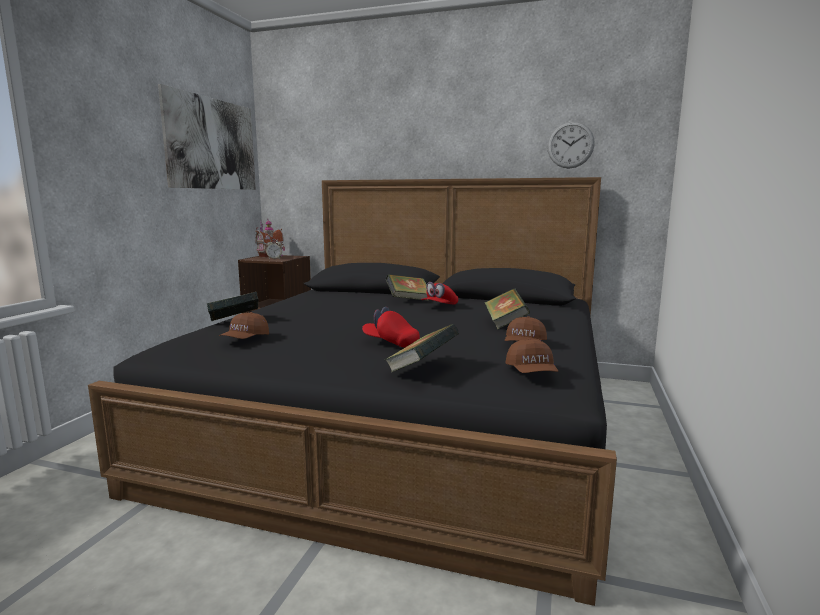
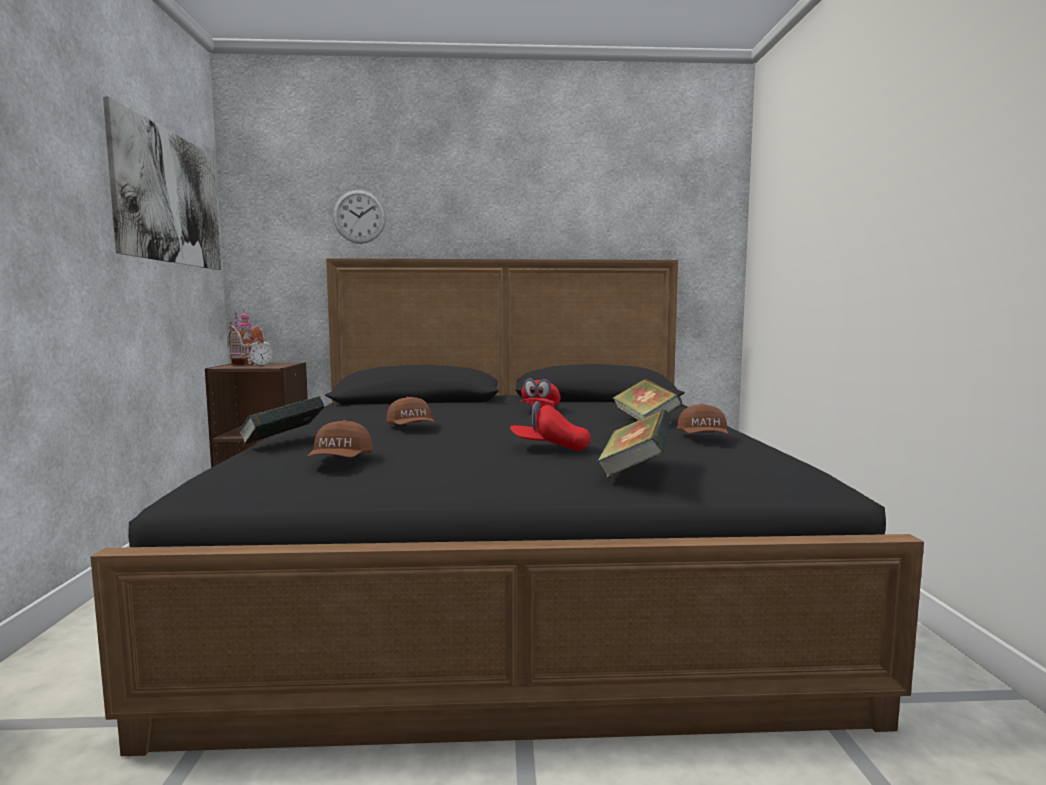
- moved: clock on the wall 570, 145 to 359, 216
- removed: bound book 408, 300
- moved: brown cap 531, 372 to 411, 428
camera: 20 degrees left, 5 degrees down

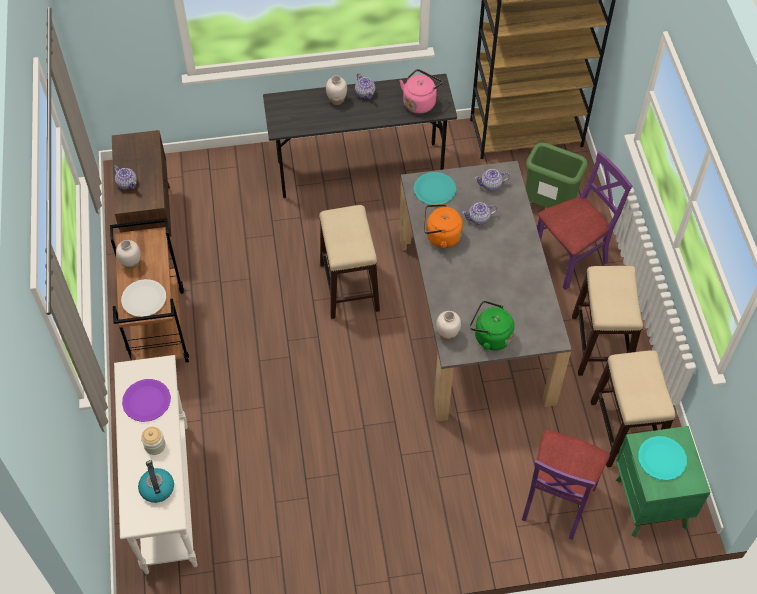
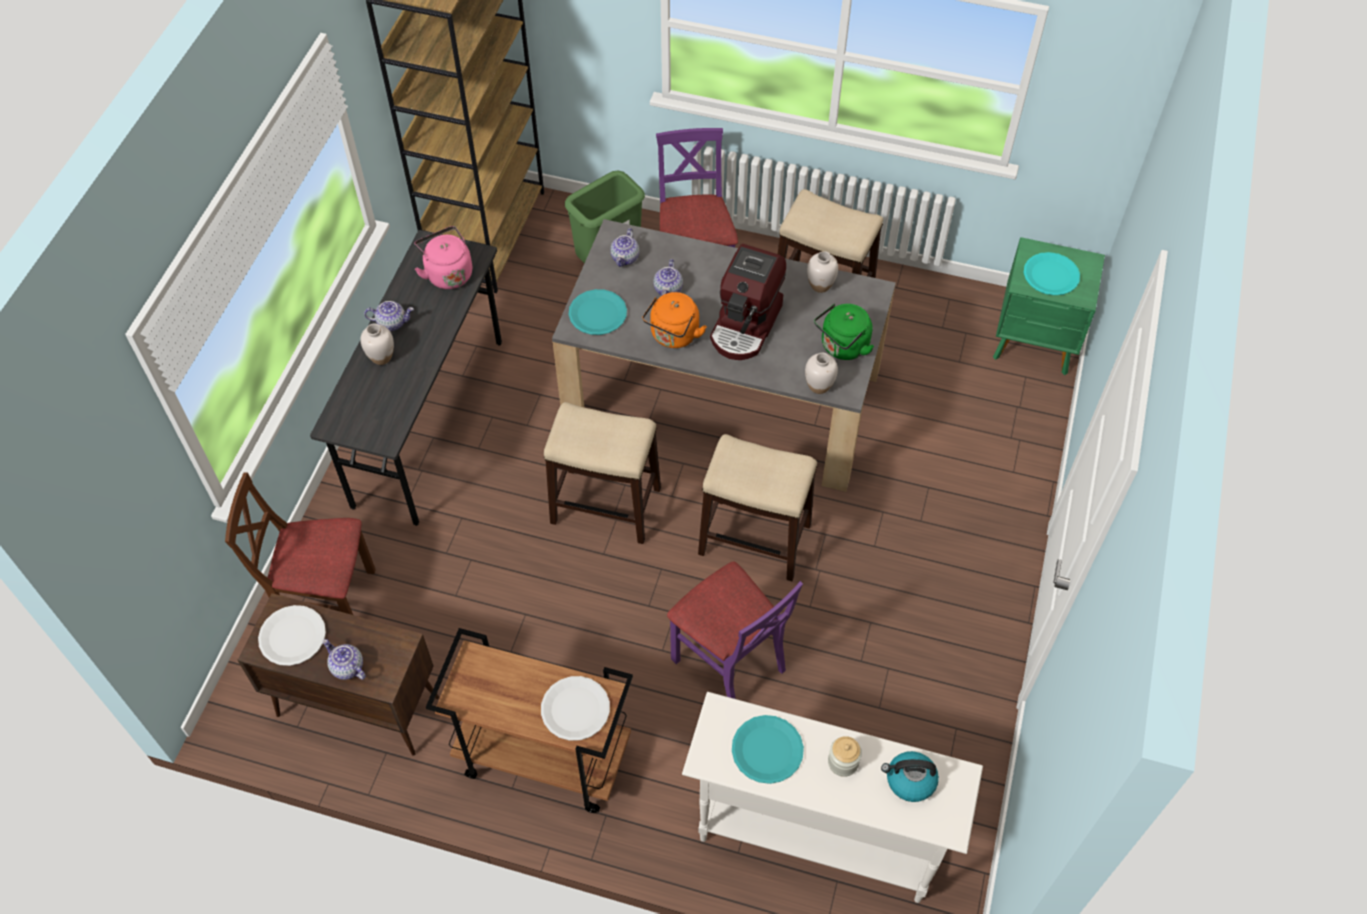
- turned: teapot 127, 184 = 347, 667 120 degrees counterclockwise
- moved: white-coloured flower vase 131, 263 to 820, 285
- moved: stool seat 623, 430 to 753, 539
- recoloured: purple flat dish 146, 401 to blue-green flat dish 767, 750
- moved: purple chair 557, 501 to 729, 662
- added: coffee maker 746, 325
- added: brown chair 327, 602
- added: white-coloured flat dish 292, 636
camera: 65 degrees left, 0 degrees up

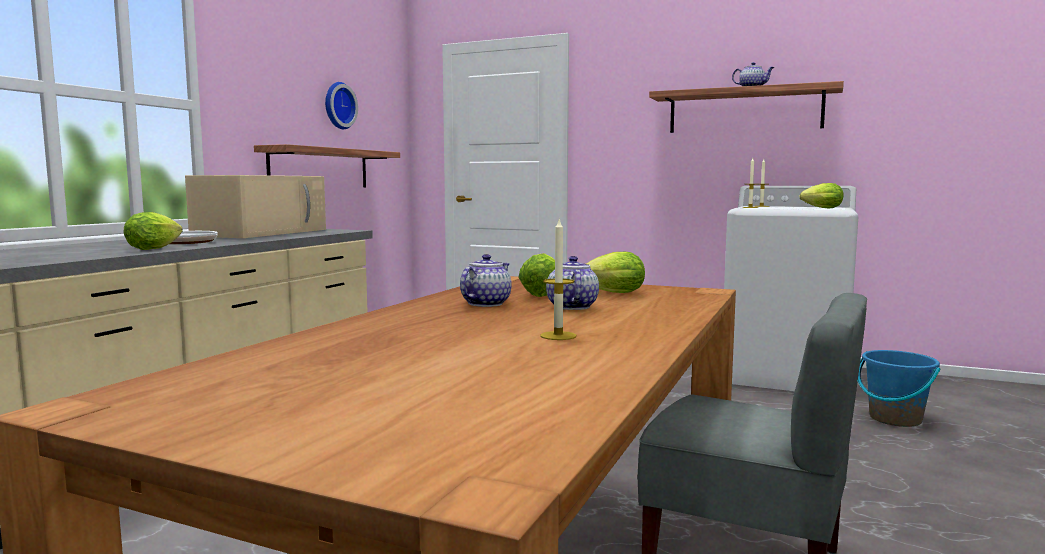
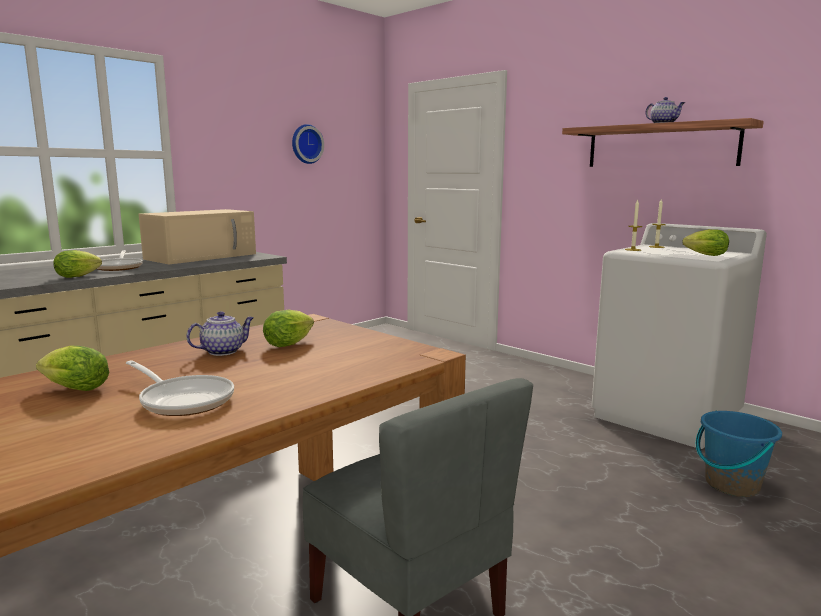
- removed: wall shelf 320, 168
- replaced: candle 558, 336 to skillet 183, 400
- moved: lettuce 610, 293 to 72, 389
- removed: teapot 571, 306
camera: 20 degrees right, 5 degrees up

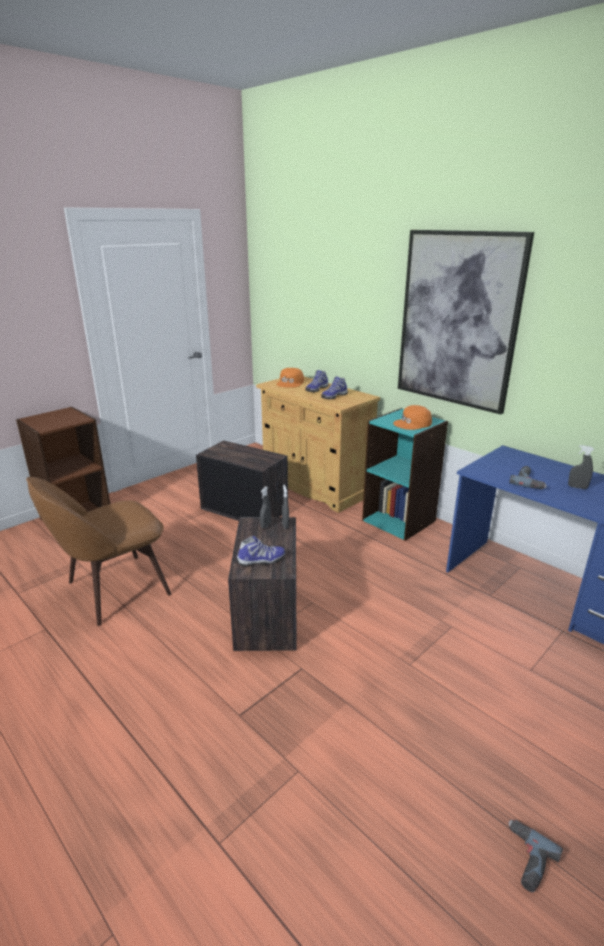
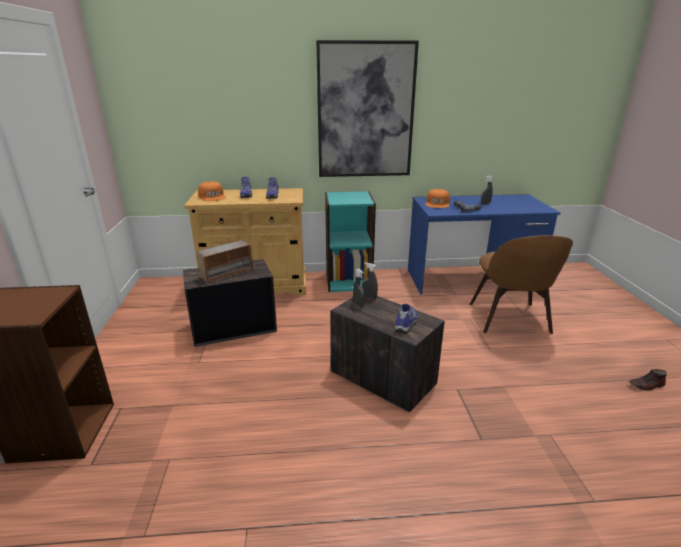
- moved: orange cap 413, 424 to 437, 203
- moved: brown chair 114, 590 to 510, 320
- replaced: drill 525, 859 to brown shoe 646, 385
- added: radio receiver 227, 273
camera: 50 degrees left, 0 degrees up

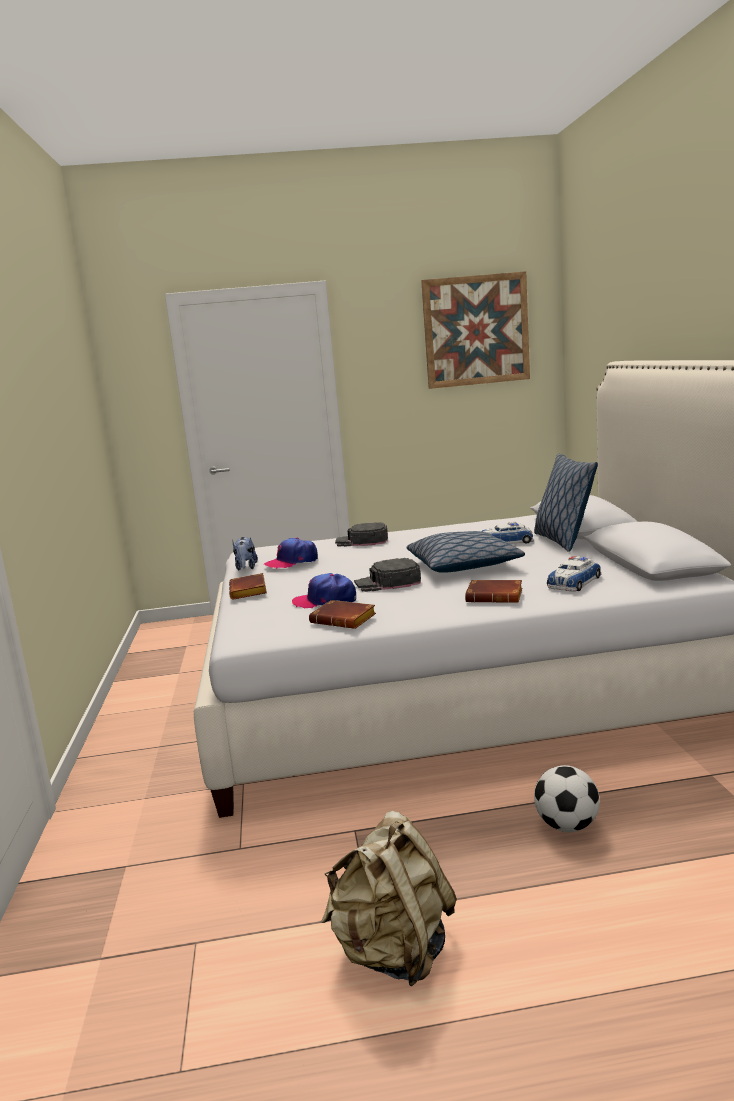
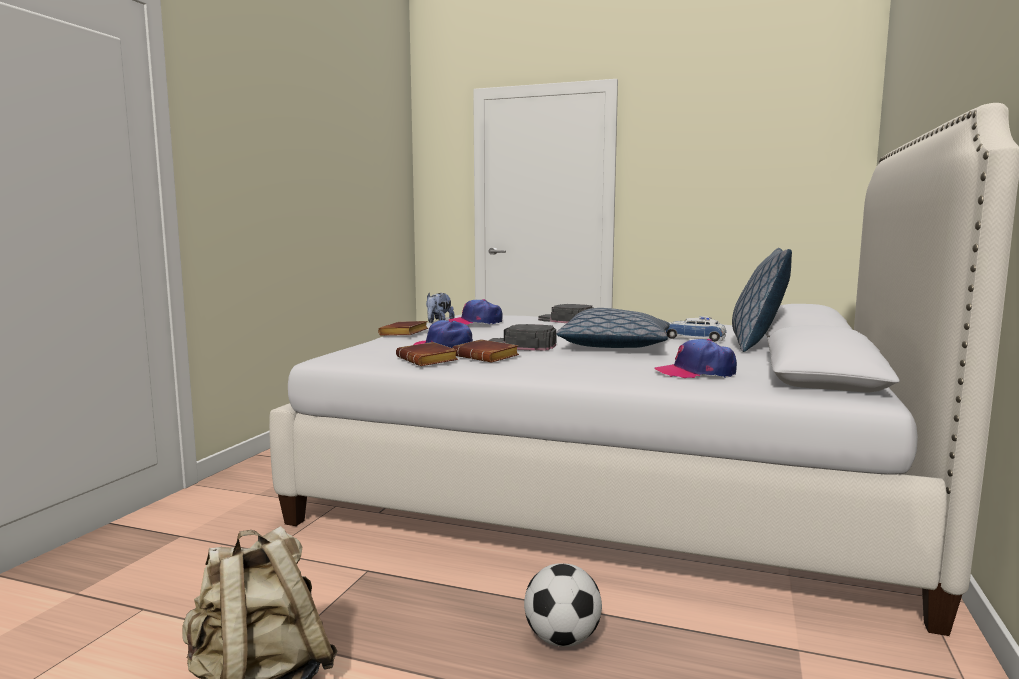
- removed: wall art 476, 330
- replaced: miniature car 574, 582 to cap 696, 372
- moved: brown bound book 496, 597 to 487, 357
camera: 25 degrees right, 5 degrees down

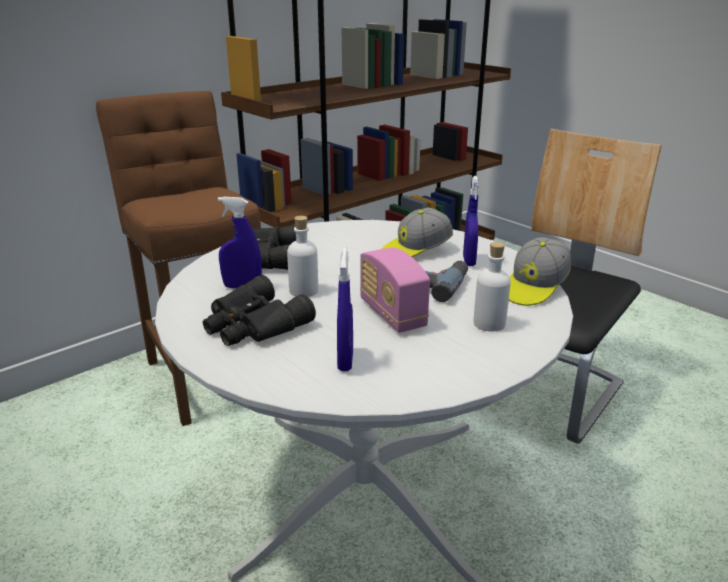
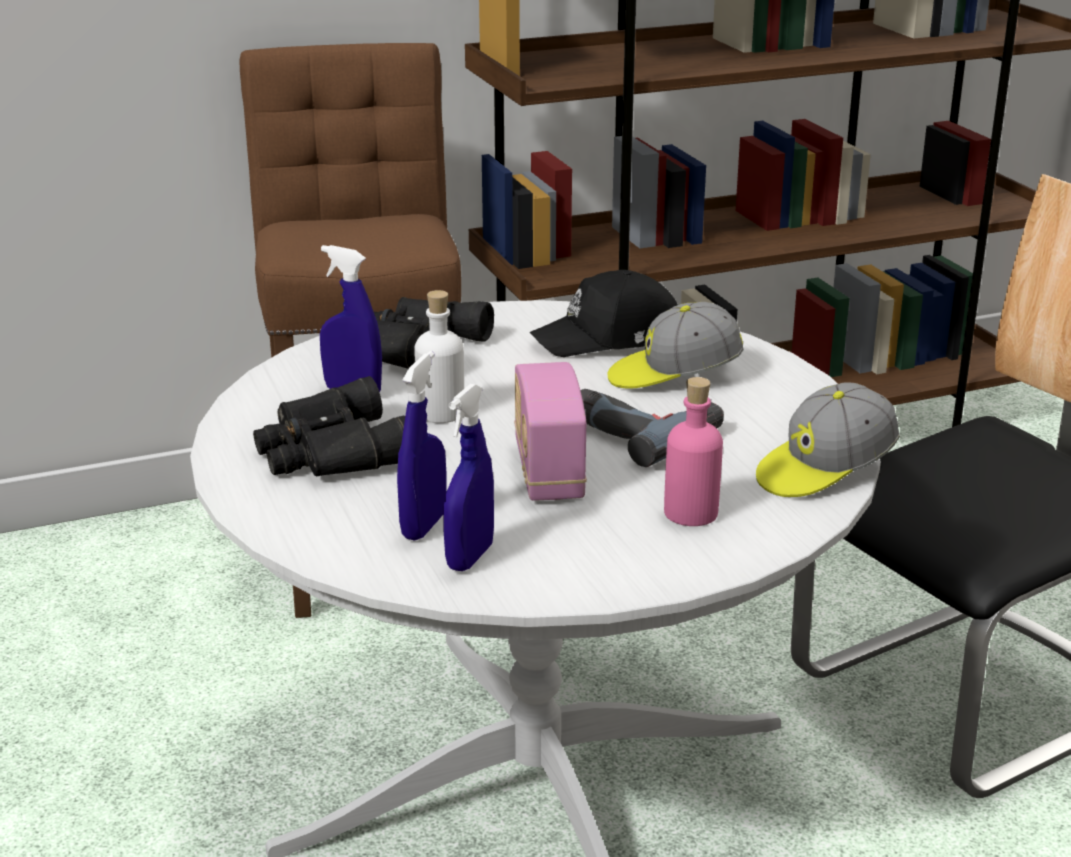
- moved: bluish sprayer 469, 261 to 470, 557
- recoloured: white-coloured drink bottle 489, 323 to pink-coloured drink bottle 691, 513
- added: black cap 610, 338
camera: 20 degrees right, 0 degrees up

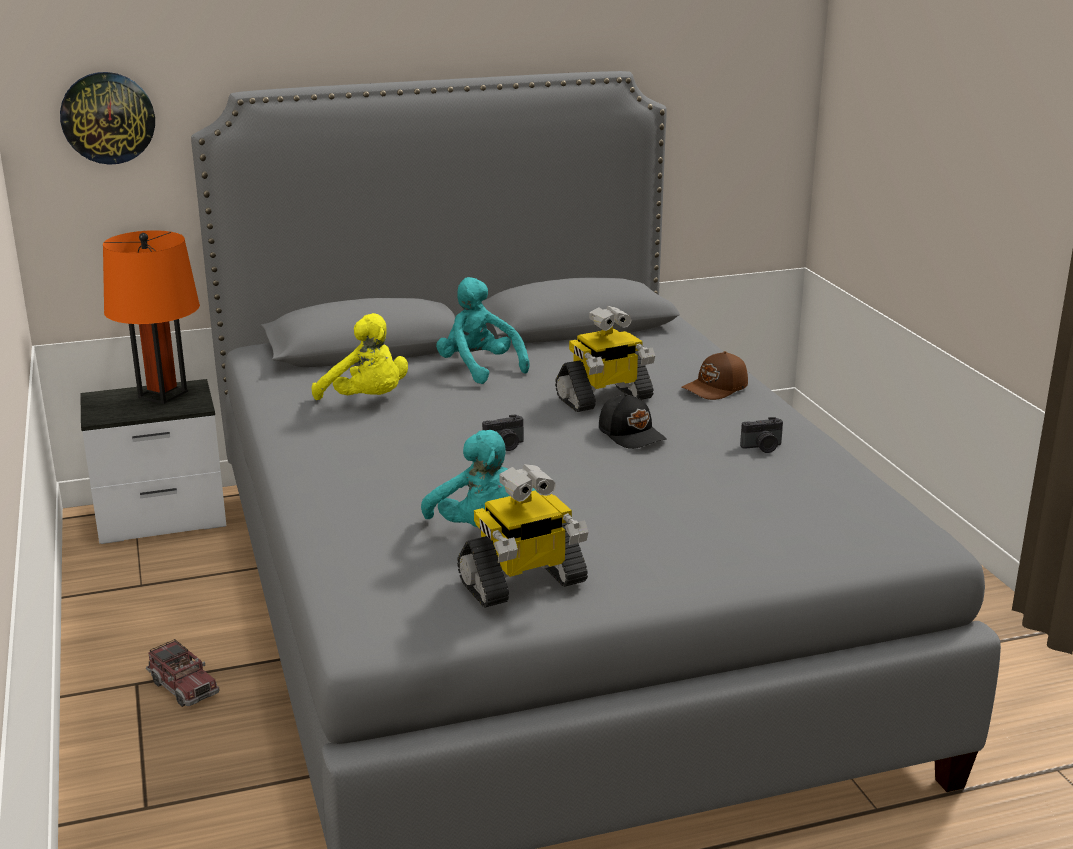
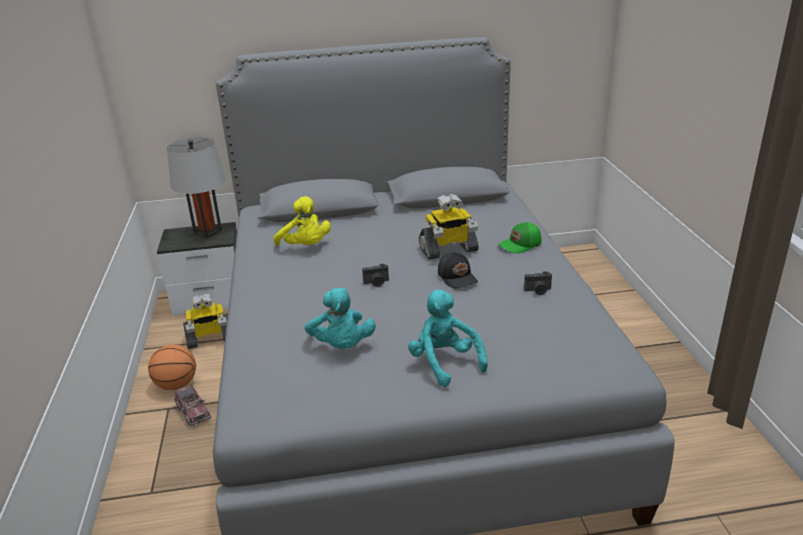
- removed: clock on the wall 108, 118
- recoloured: orange lamp for a table 162, 394 to gray lamp for a table 207, 232
- moved: blue-green soft toy 479, 368 to 444, 363
- recoloured: brown cap 716, 389 to greenish cap 520, 245
- moved: model robot 522, 583 to 209, 339
- added: basketball 176, 385
camera: 10 degrees right, 5 degrees up

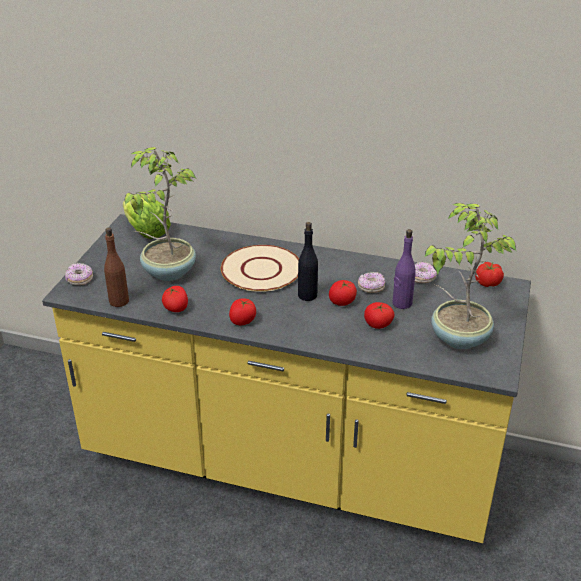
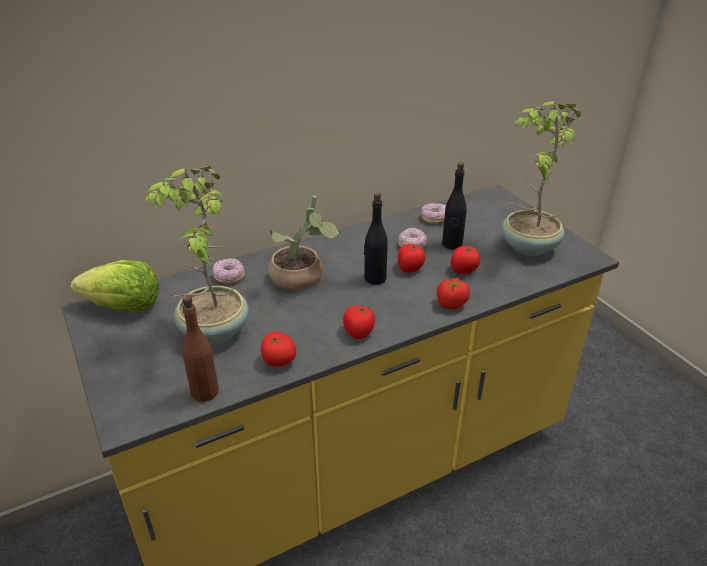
- recoloured: purple drink bottle 402, 303 to black drink bottle 452, 244
- replaced: beige-coloured flat dish 262, 270 to potted plant 302, 279
- moved: tomato 487, 283 to 451, 304
- moved: donut 79, 279 to 229, 277
camera: 45 degrees left, 0 degrees up

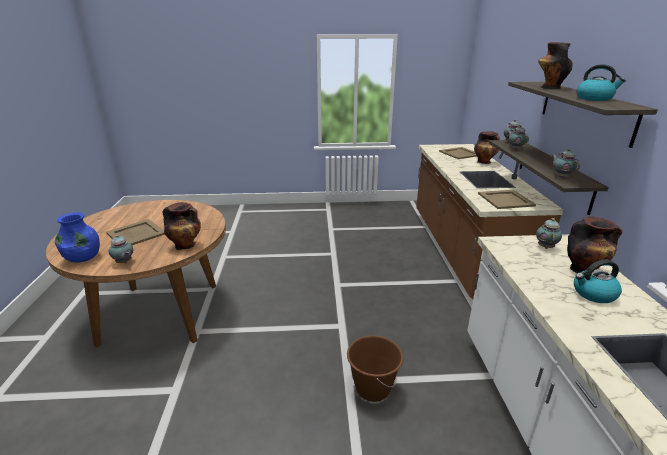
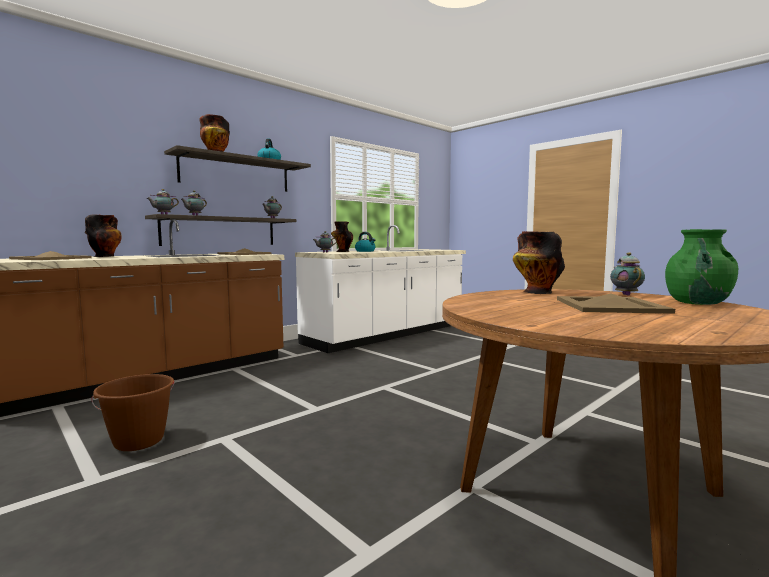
- recoloured: bluish flower vase 83, 258 to greenish flower vase 697, 303
- moved: brown water bucket 372, 388 to 139, 441
camera: 130 degrees left, 20 degrees down

